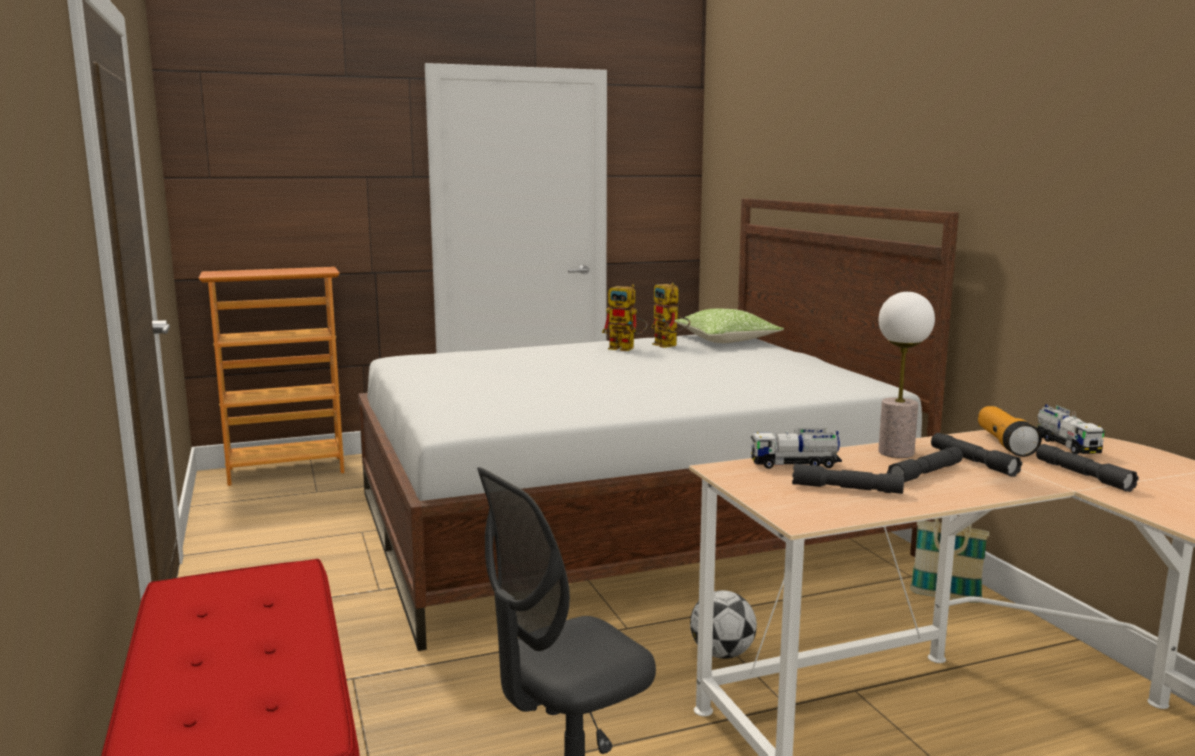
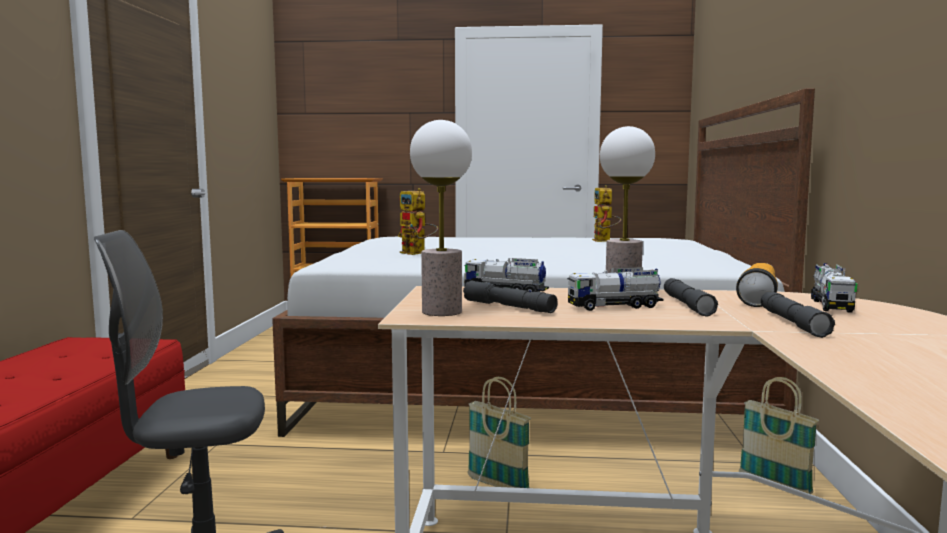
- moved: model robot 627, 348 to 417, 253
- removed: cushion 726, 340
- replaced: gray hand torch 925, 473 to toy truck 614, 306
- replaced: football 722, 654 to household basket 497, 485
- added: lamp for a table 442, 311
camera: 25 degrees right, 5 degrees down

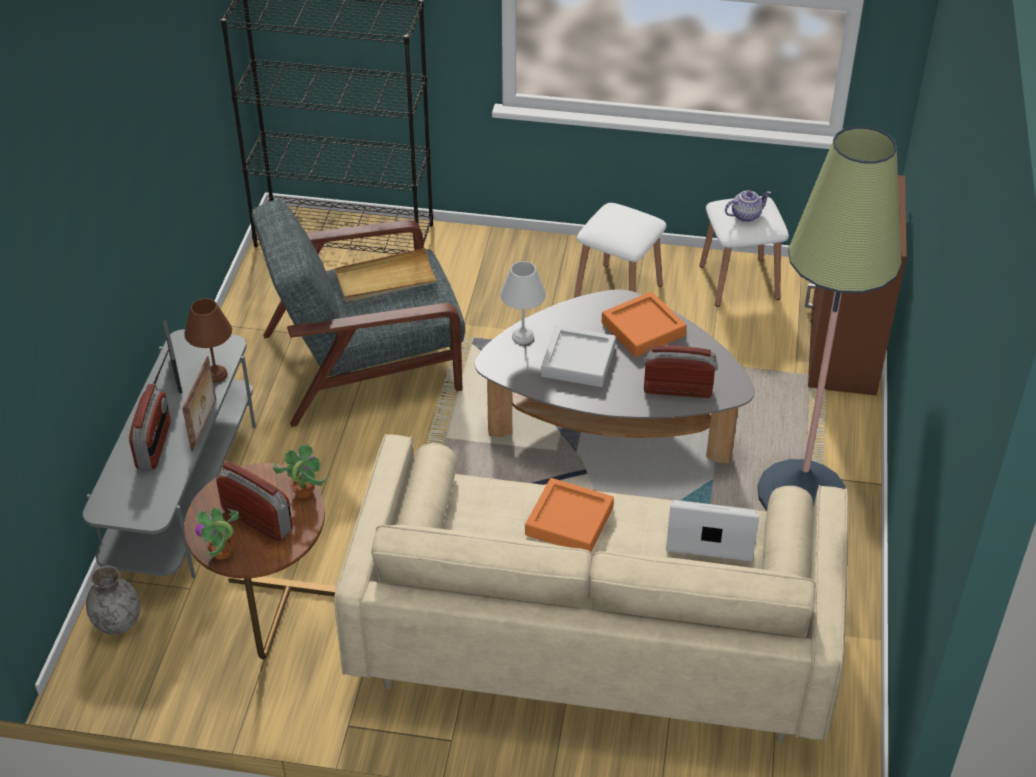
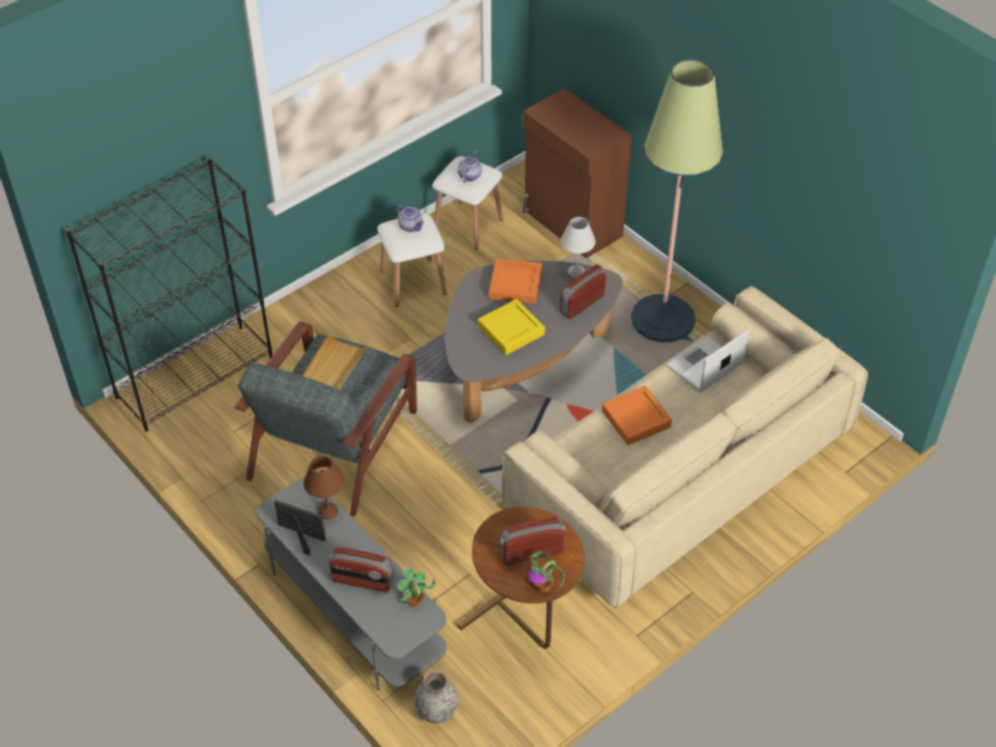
- moved: white-coloured lamp for a table 523, 337 to 577, 272
- recoloured: gray carrying tray 578, 361 to yellow-coloured carrying tray 511, 330
- removed: standing frame 205, 425
- turned: radio receiver 154, 445 = 362, 581 150 degrees clockwise
- moved: potted plant 303, 491 to 414, 601
- added: teapot 411, 226
camera: 50 degrees left, 5 degrees up

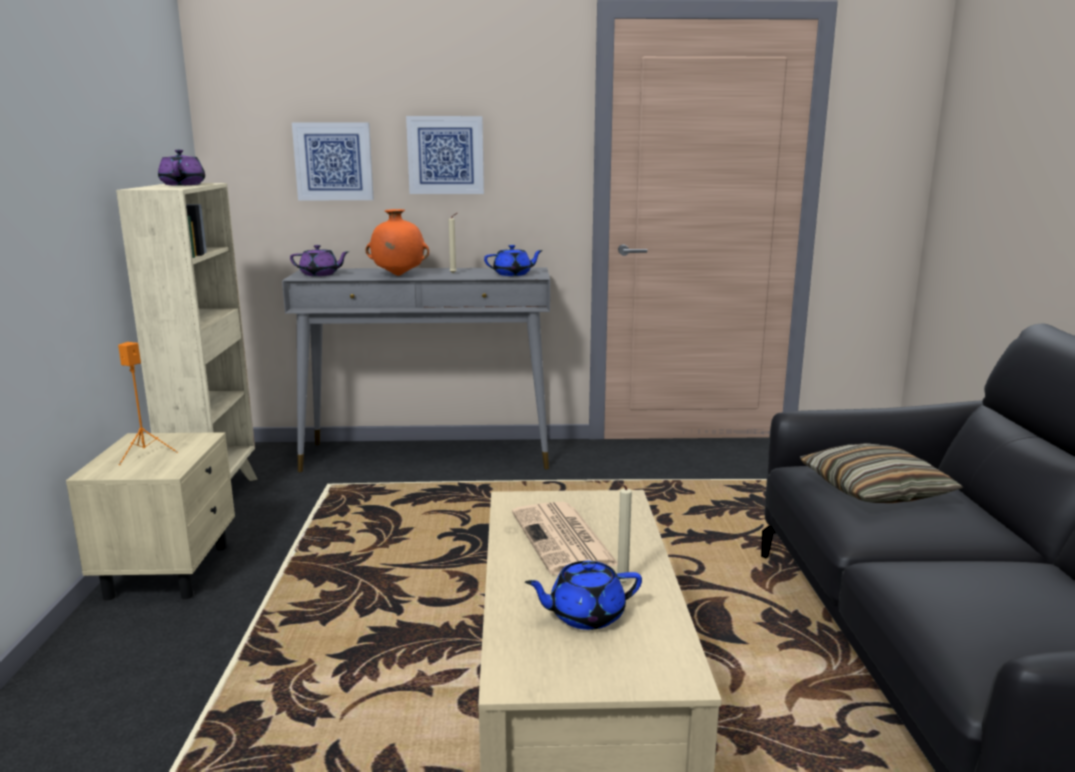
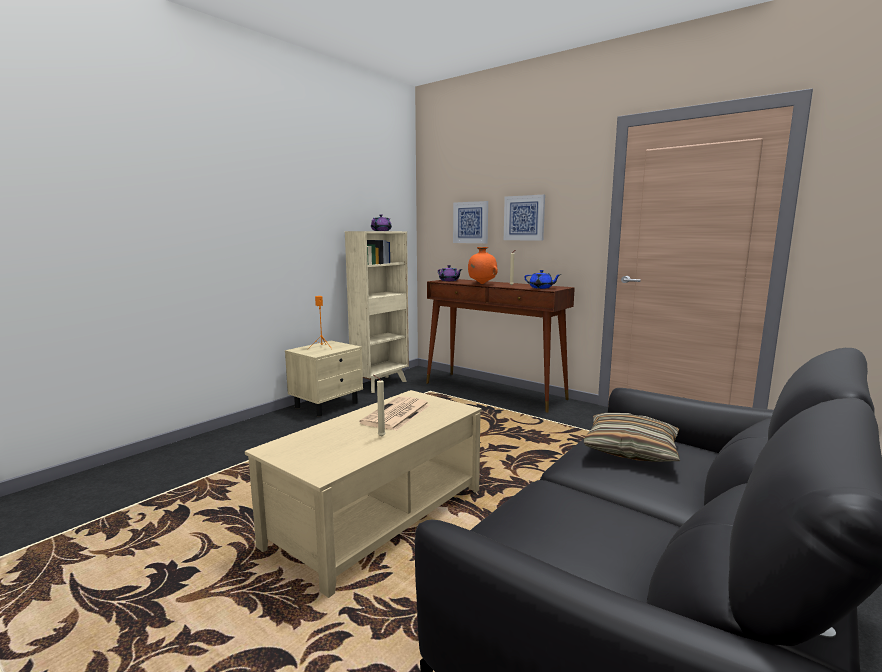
- recoloured: gray narrow table 429, 455 to brown narrow table 494, 391
- removed: bluish teapot 585, 615
camera: 40 degrees right, 5 degrees down

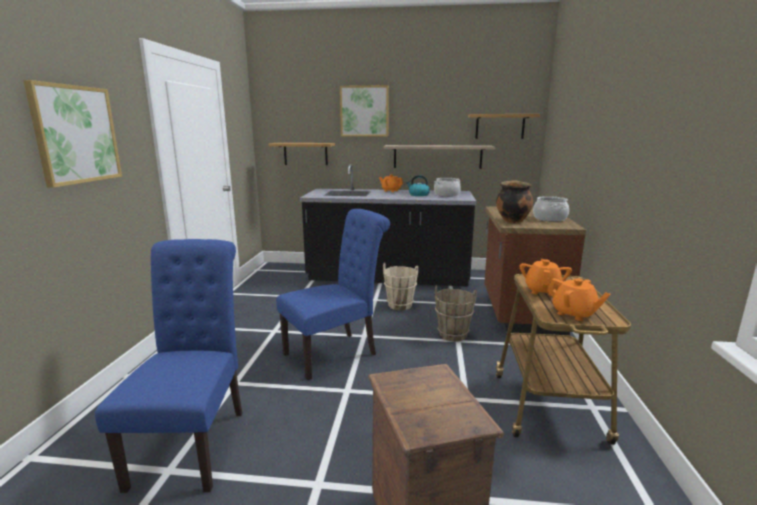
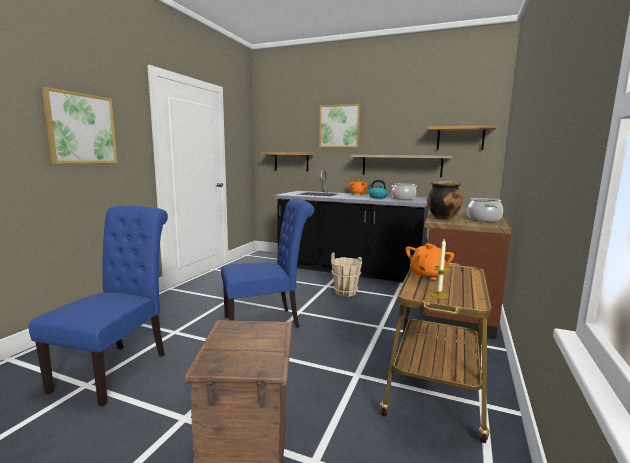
- replaced: orange teapot 574, 314 to candle 439, 295
- removed: brown water bucket 453, 334
camera: 15 degrees right, 5 degrees down

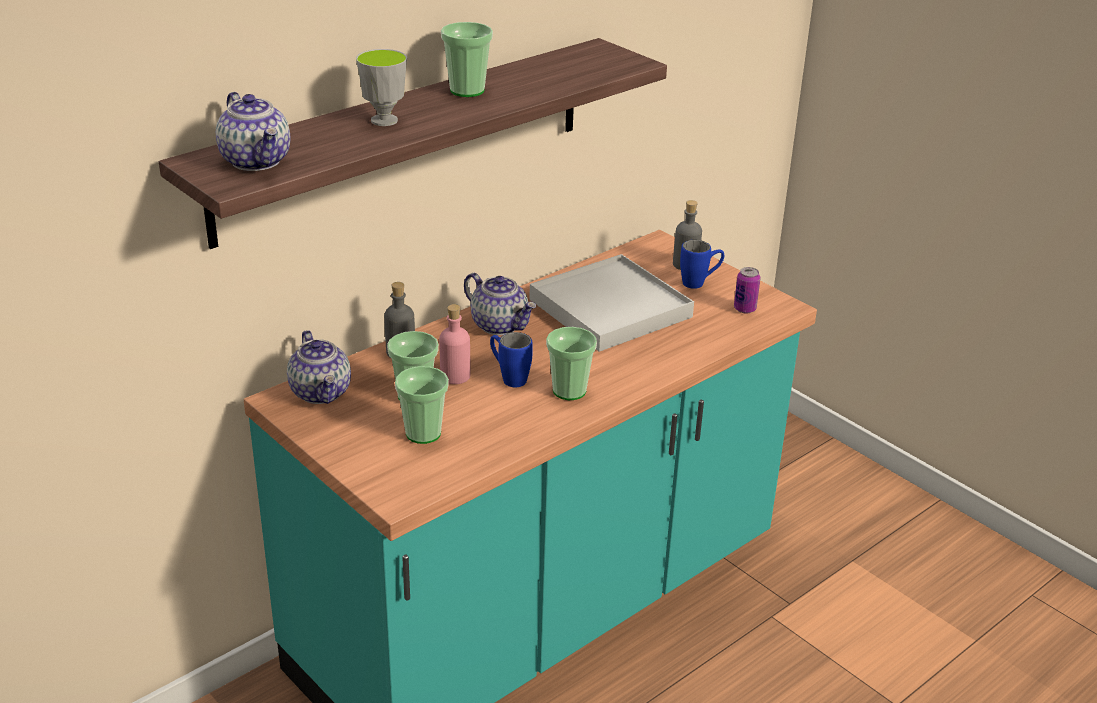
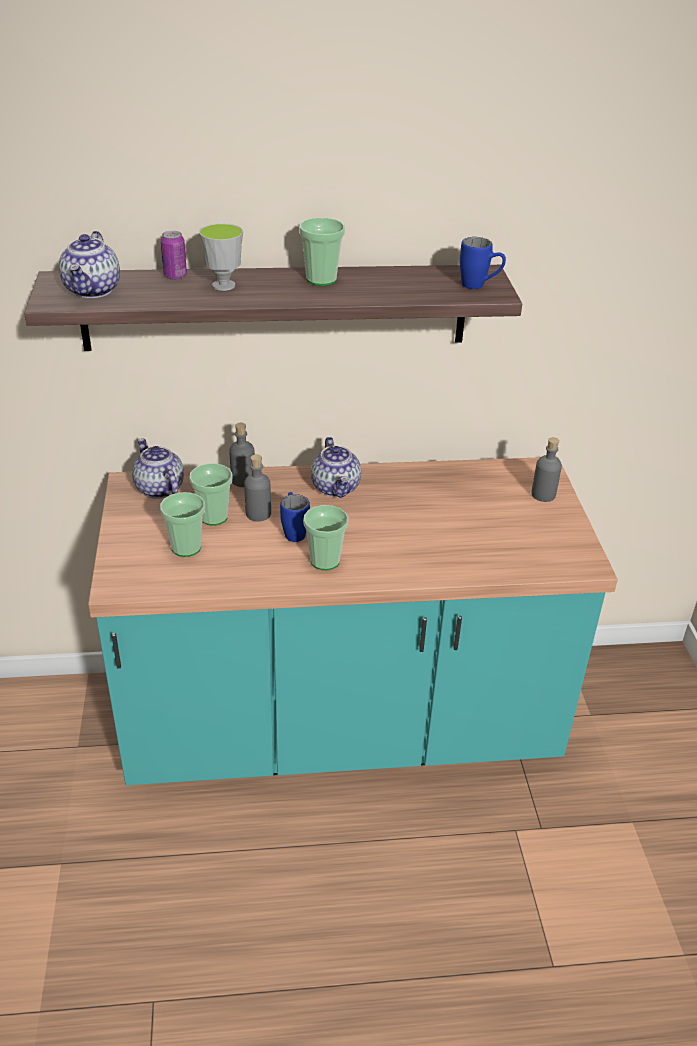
- moved: bluish coffee mug 699, 283 to 479, 286
- removed: white-coloured carrying tray 609, 308
- moved: can 744, 309 to 175, 276
- recoloured: pink-coloured drink bottle 455, 376 to gray drink bottle 258, 514
- turned: teapot 321, 392 = 158, 488 135 degrees clockwise
camera: 35 degrees right, 5 degrees up

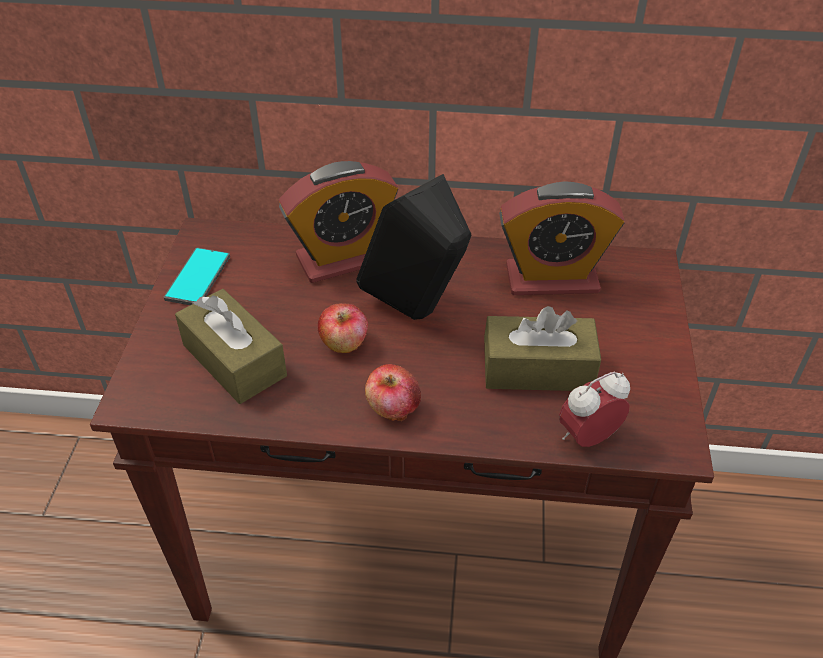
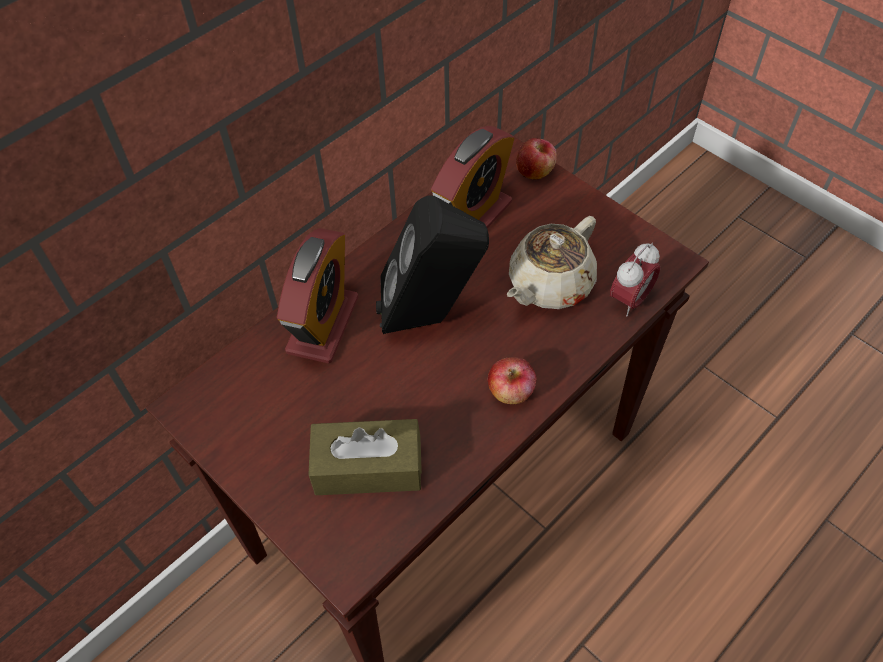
- removed: handset 198, 277
- moved: apple fruit 344, 343 to 535, 171
- replaced: brown box of tissues 537, 369 to beige-coloured teapot 549, 284
- turned: bedside clock 588, 437 = 629, 300 150 degrees counterclockwise
camera: 50 degrees left, 10 degrees up

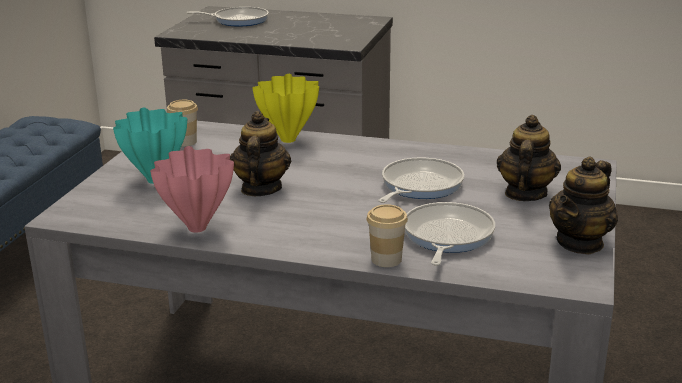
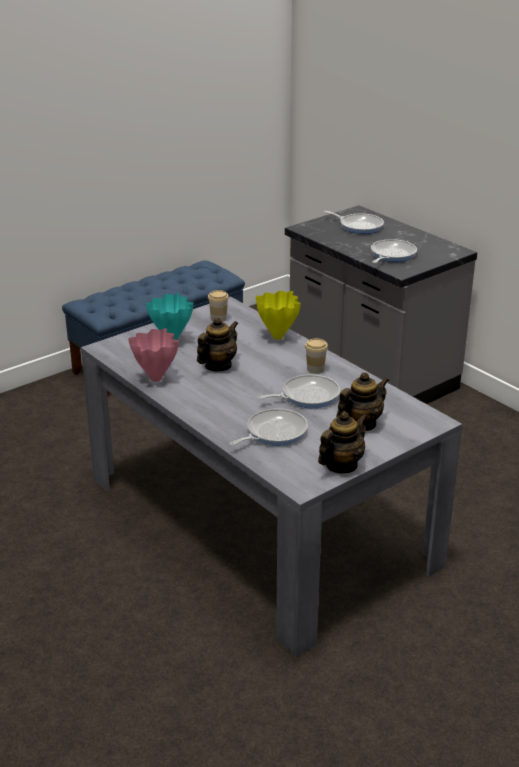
- turned: teapot 580, 243 = 341, 465 150 degrees clockwise
- moved: drinking cup 386, 259 to 315, 369
- added: skillet 391, 255
camera: 35 degrees right, 5 degrees up

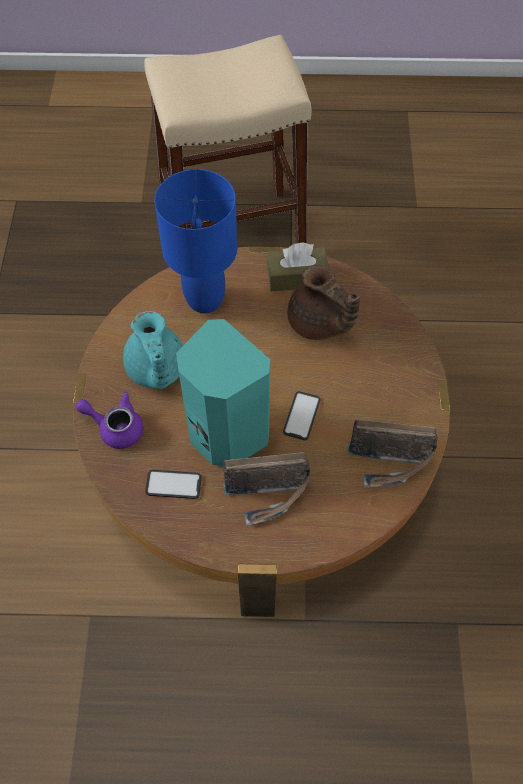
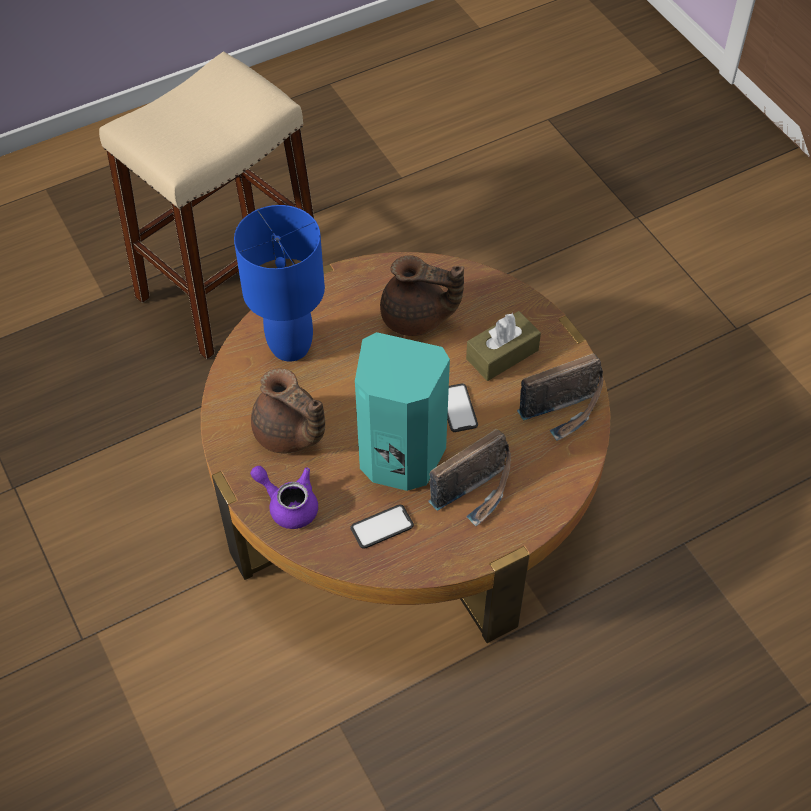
- moved: brown box of tissues 297, 277 to 502, 354
- recoloured: blue-green teapot 156, 370 to brown teapot 290, 434
- turned: purple teapot 116, 427 = 288, 505 45 degrees clockwise
camera: 30 degrees left, 5 degrees down

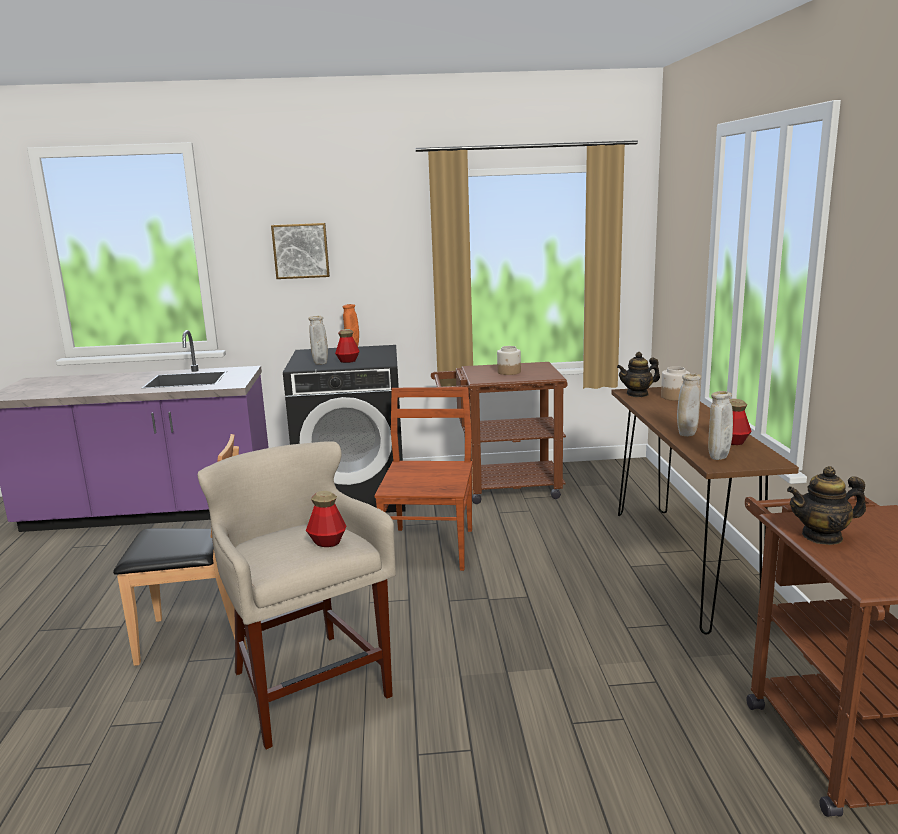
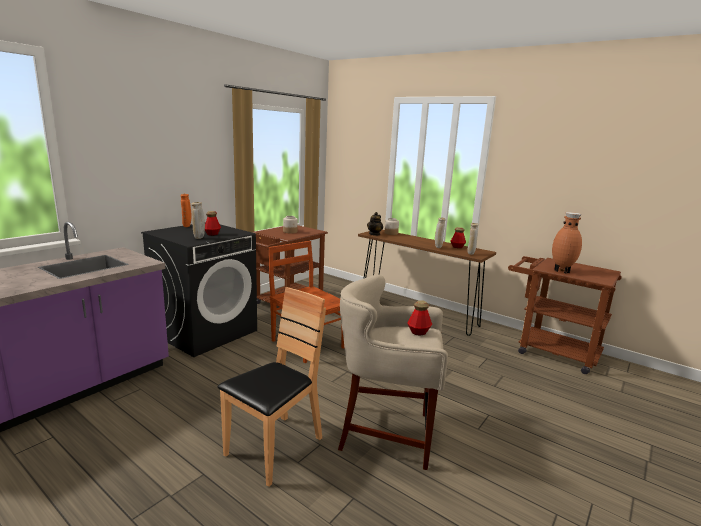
- removed: wall art 301, 250
- replaced: teapot 822, 536 to brown flower vase 562, 271
camera: 50 degrees left, 0 degrees up

